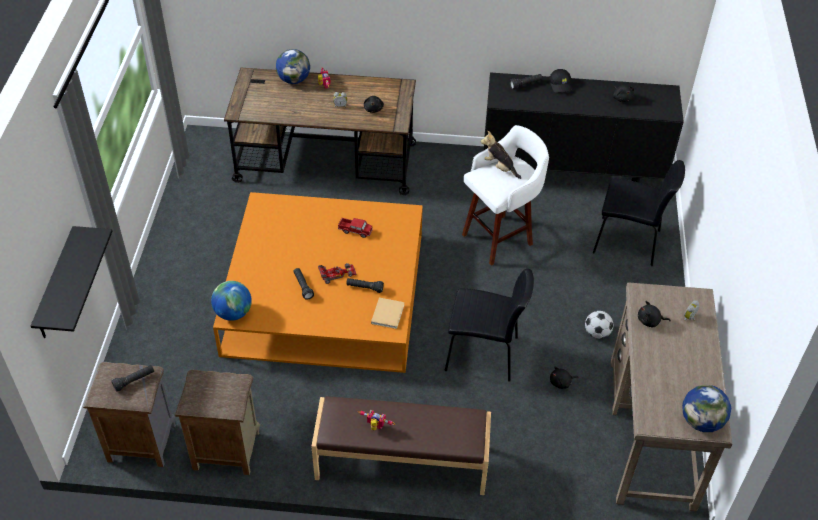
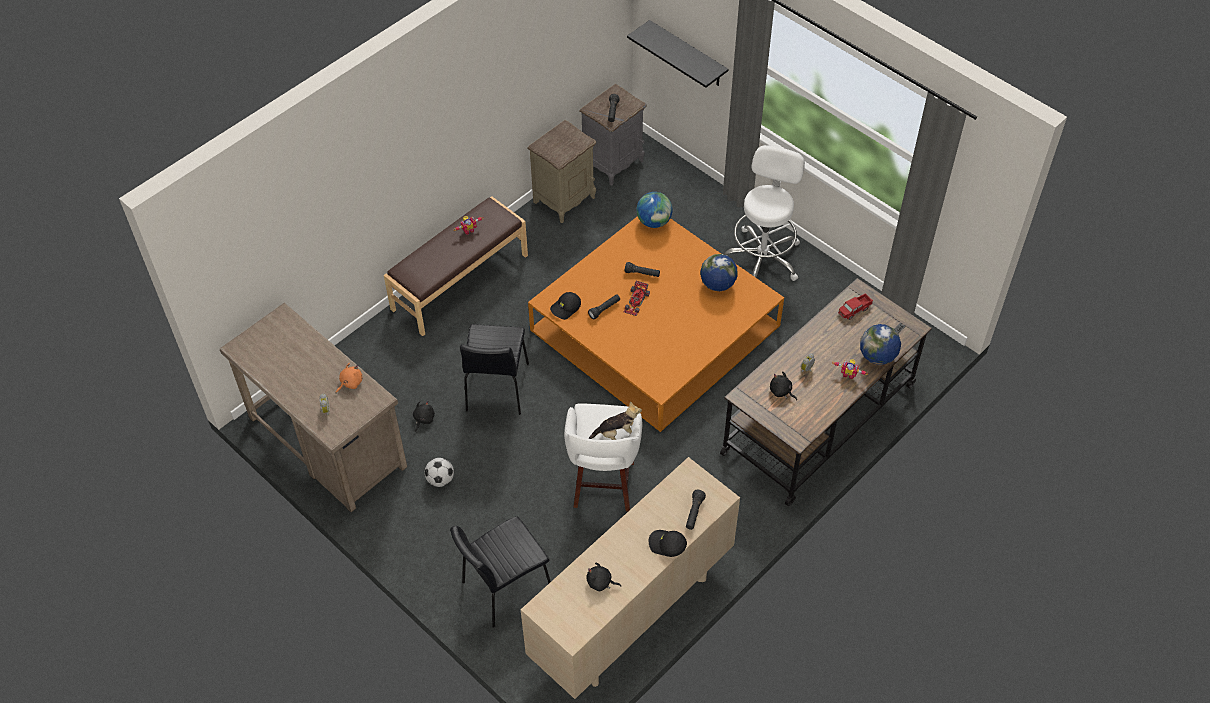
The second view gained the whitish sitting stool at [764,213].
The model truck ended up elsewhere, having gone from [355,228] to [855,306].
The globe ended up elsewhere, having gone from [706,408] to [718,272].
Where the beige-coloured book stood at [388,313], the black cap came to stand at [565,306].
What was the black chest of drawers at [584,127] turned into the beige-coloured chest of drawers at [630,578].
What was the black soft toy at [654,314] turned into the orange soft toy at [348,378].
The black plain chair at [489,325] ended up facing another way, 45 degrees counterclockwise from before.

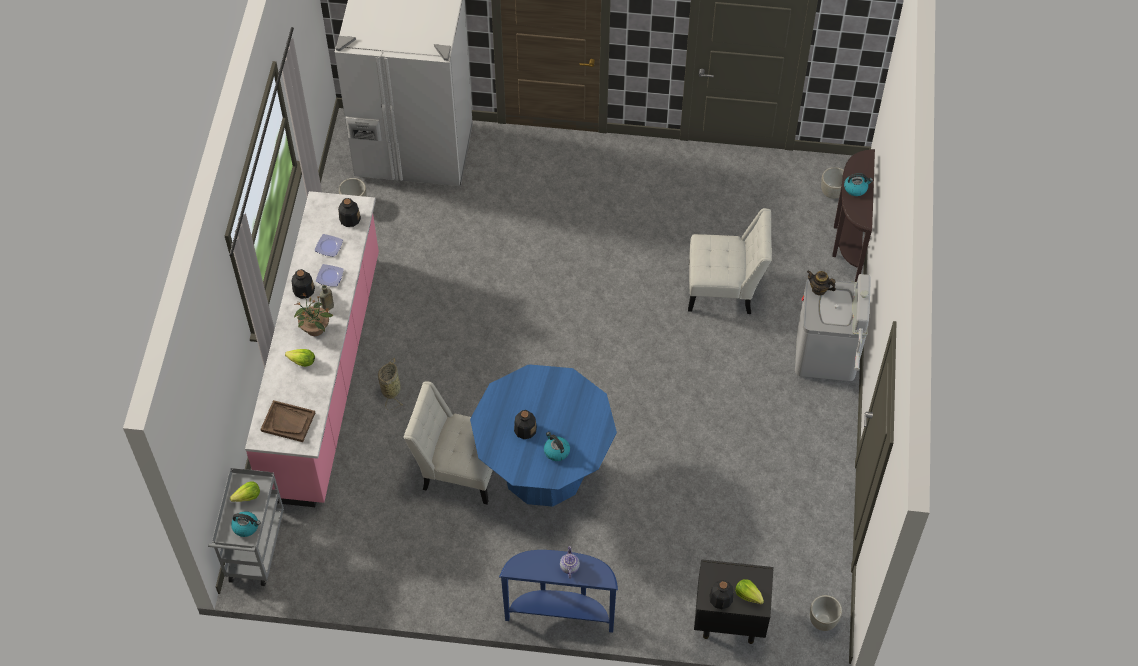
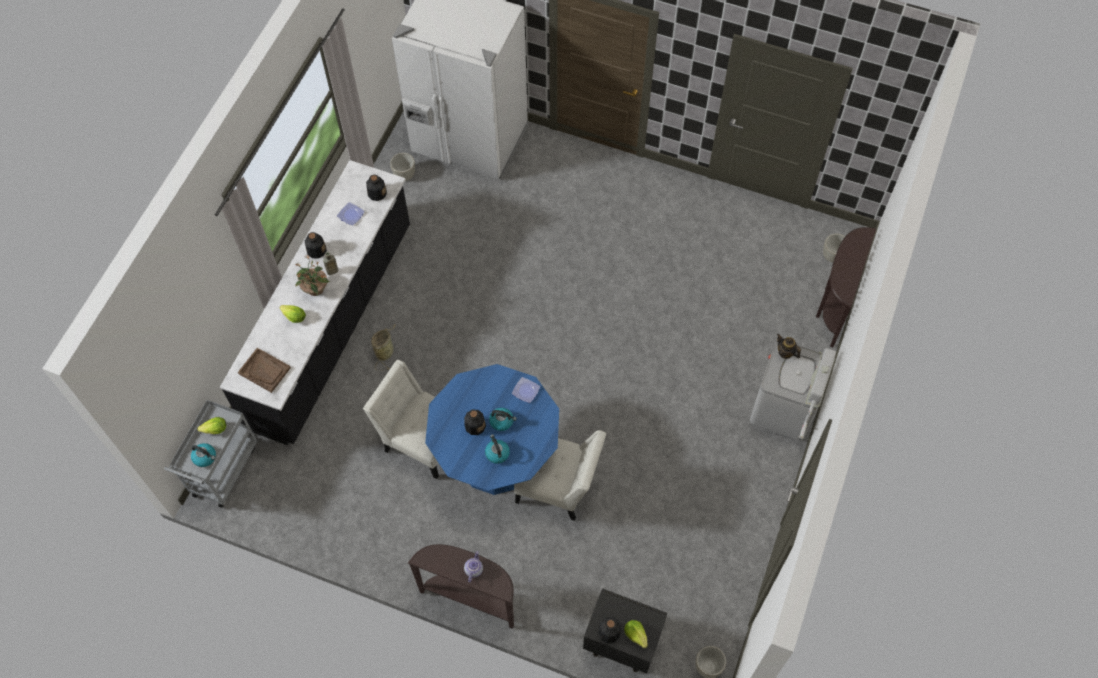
The plate ended up elsewhere, having gone from [330,275] to [526,390].
The whitish plain chair ended up elsewhere, having gone from [730,261] to [560,475].
The water kettle ended up elsewhere, having gone from [858,184] to [503,419].
What was the pink-coloured kitchen counter at [312,349] turned into the black kitchen counter at [315,302].
What was the blue console table at [558,591] turned into the brownish console table at [461,586].

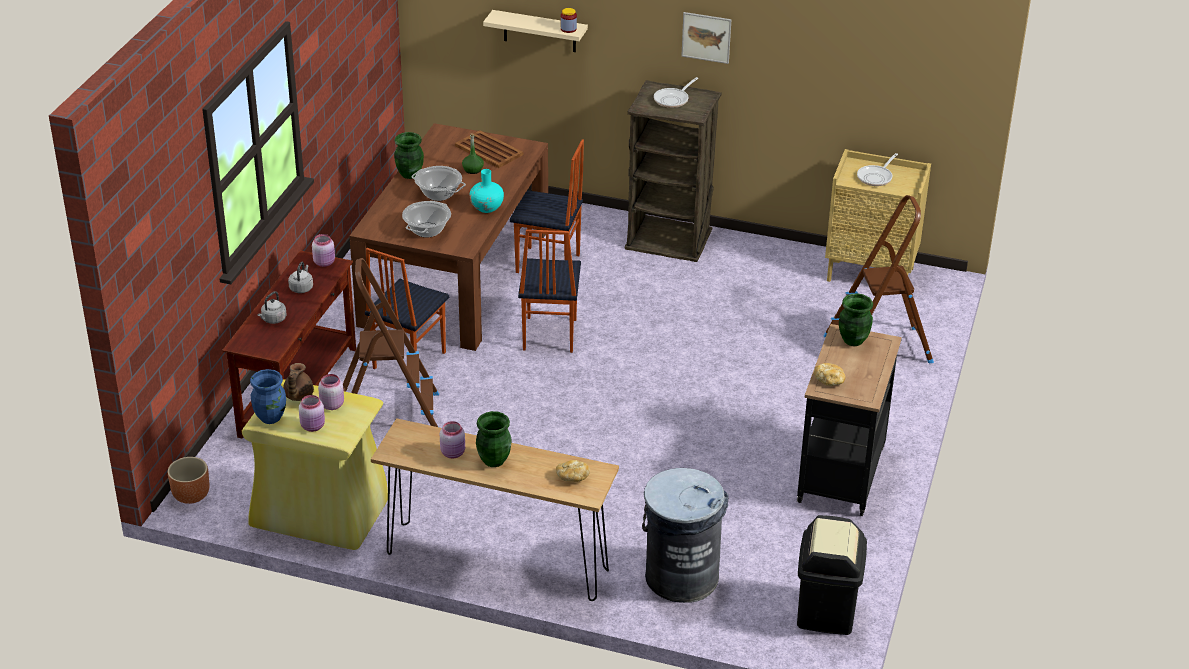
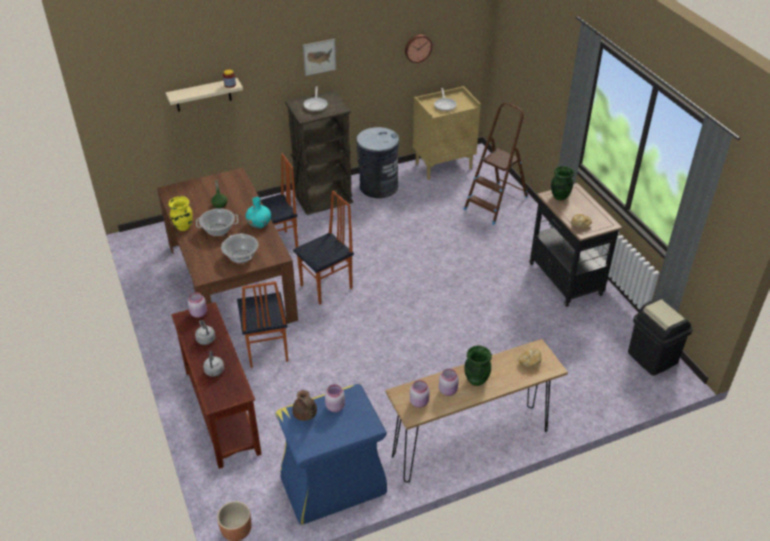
The second view lost the blue decorative vase at [268,396].
The second view lost the brownish stepladder at [391,342].
The second view lost the brownish carrying tray at [489,149].
The second view gained the wall clock at [418,49].
The pink-coloured storage jar ended up elsewhere, having gone from [312,413] to [420,394].
The grey waste bin ended up elsewhere, having gone from [685,535] to [377,162].
What was the yellow bedside table at [315,464] turned into the blue bedside table at [331,454].
What was the greenish decorative vase at [409,155] turned into the yellow decorative vase at [181,213].
The plain chair at [549,291] ended up facing another way, 90 degrees counterclockwise from before.

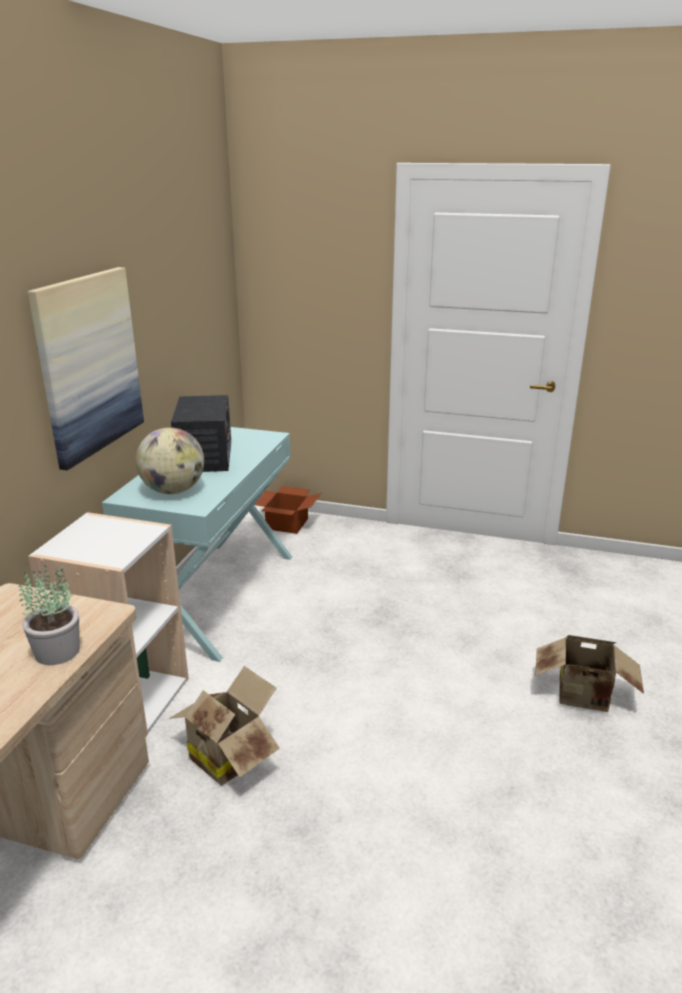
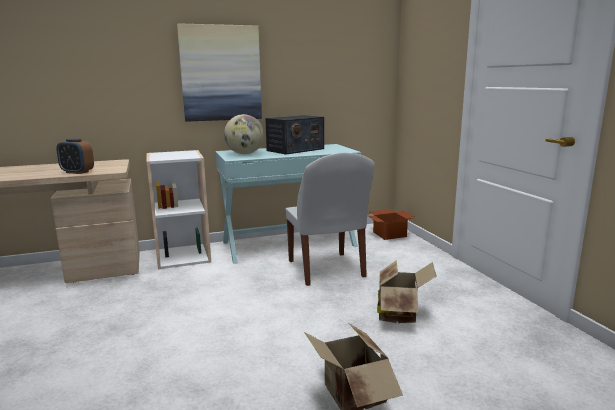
The second view gained the whitish plain chair at [330,219].
The carton ended up elsewhere, having gone from [224,725] to [407,291].
Where the potted plant stood at [49,615], the bedside clock came to stand at [75,156].

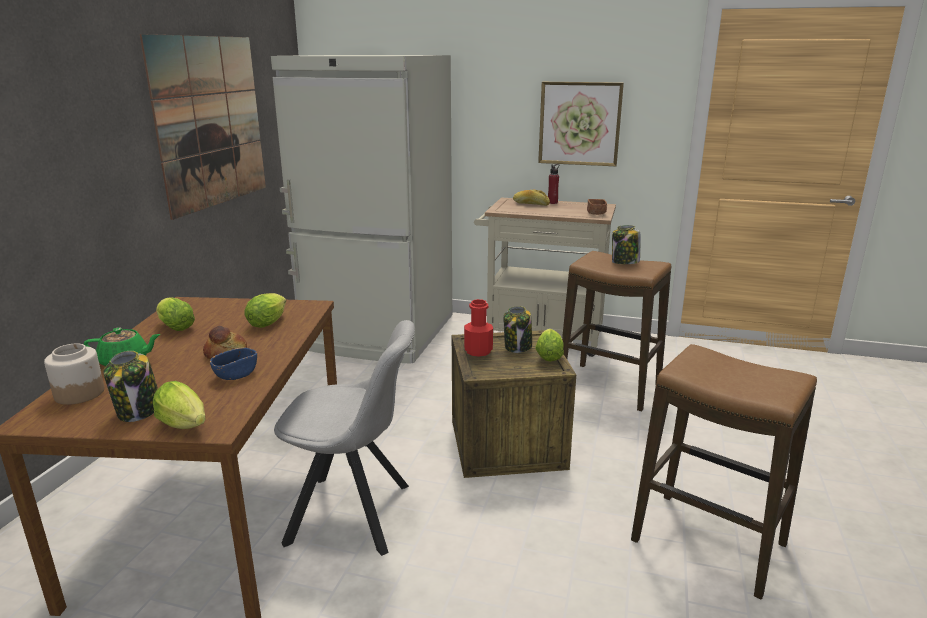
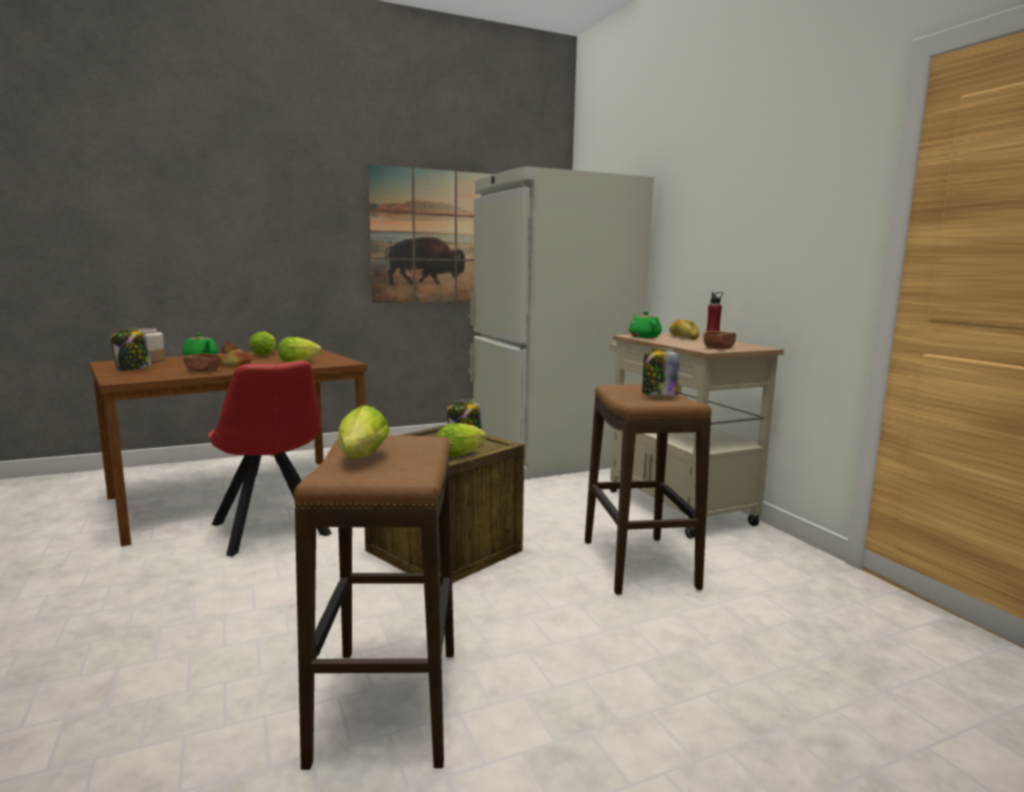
The second view lost the red-coloured bottle at [478,328].
The second view lost the picture at [581,124].
The second view gained the greenish pot for tea at [645,324].
The lettuce head ended up elsewhere, having gone from [179,405] to [364,431].
What was the blue bowl at [233,363] turned into the brownish bowl at [202,363].
What was the grey plain chair at [344,438] turned into the red-coloured plain chair at [270,458].

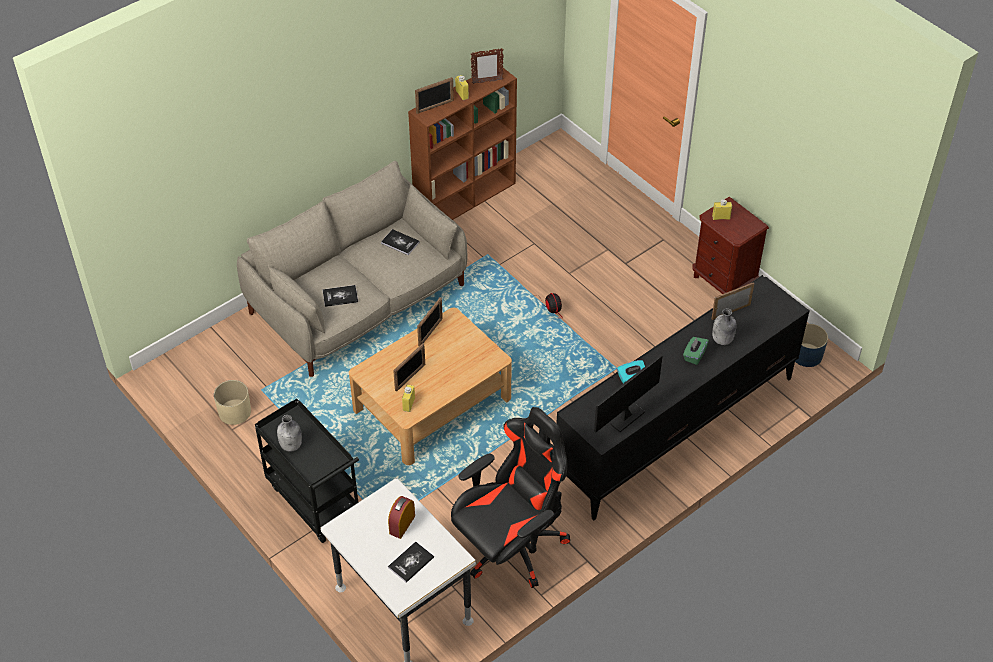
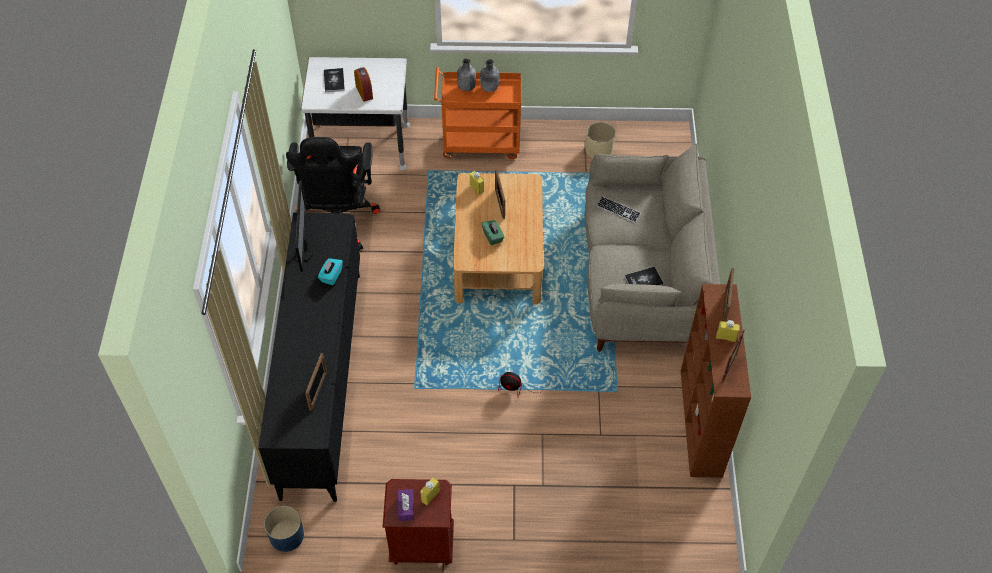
The second view lost the picture frame at [430,321].
The second view gained the purple tissue holder at [406,505].
The greenish tissue holder ended up elsewhere, having gone from [696,351] to [493,232].
The grey bottle ended up elsewhere, having gone from [724,326] to [466,74].
Where the book stood at [340,296], the keyboard came to stand at [618,209].
What was the black wheeled cart at [307,471] turned into the orange wheeled cart at [477,113].

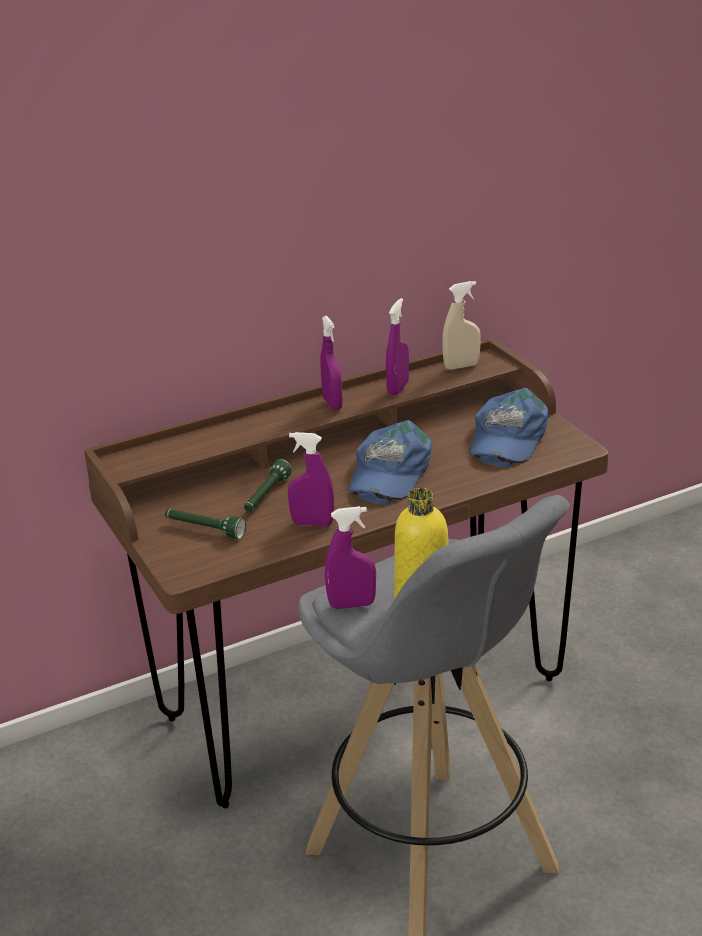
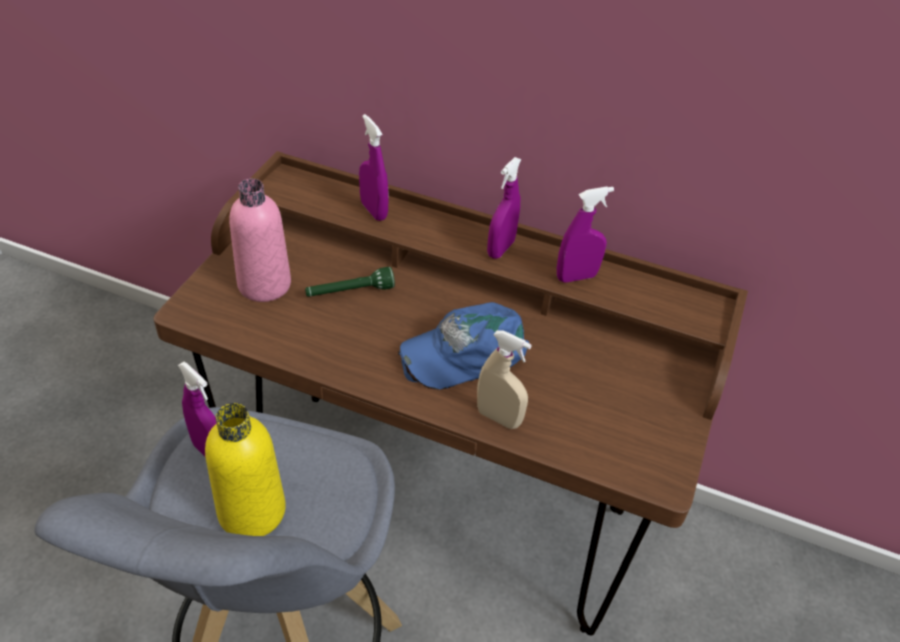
The second view lost the blue cap at [508,427].
The purple spray bottle ended up elsewhere, having gone from [311,479] to [374,167].
The beige-coloured spray bottle ended up elsewhere, having gone from [461,325] to [504,379].
Where the greenish hand torch stood at [205,524], the pink-coloured bottle came to stand at [260,240].

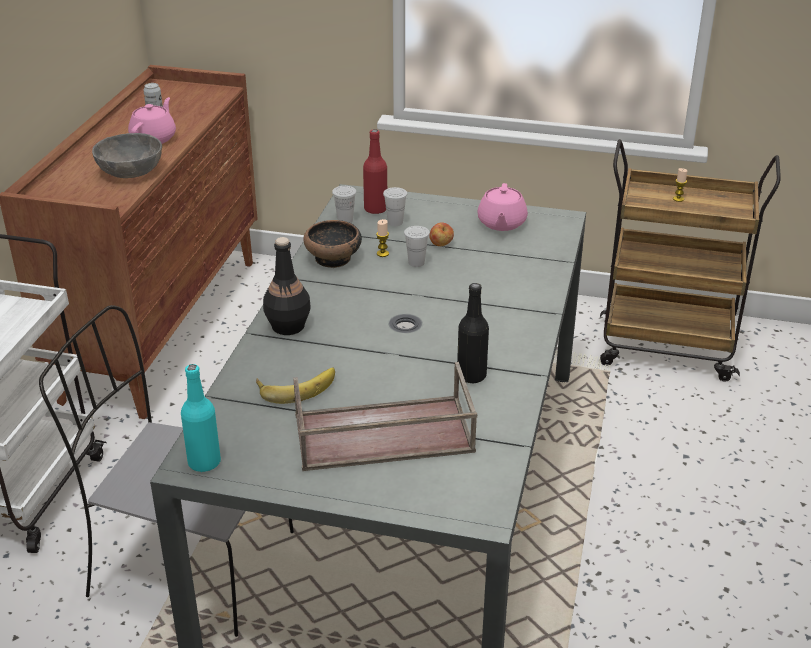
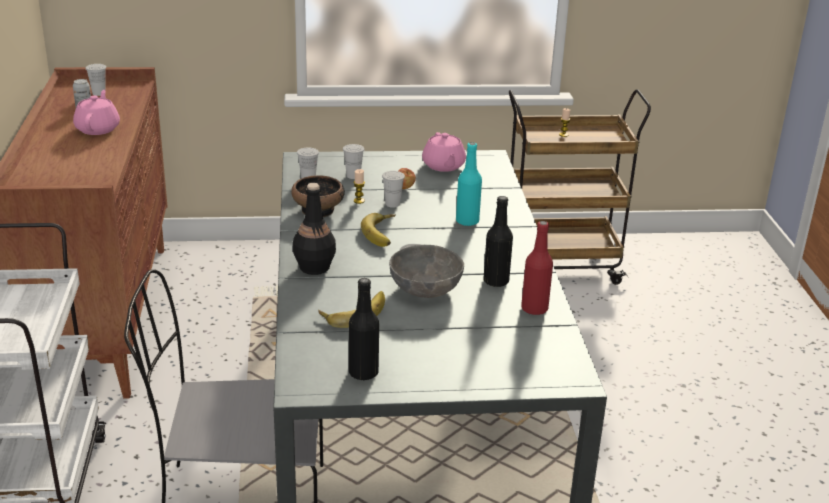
The second view lost the brownish carrying tray at [385,416].
The second view gained the whitish cup at [96,80].
The second view gained the black bottle at [364,329].
The second view gained the banana at [378,230].
The grey bowl ended up elsewhere, having gone from [127,155] to [426,271].
The turquoise bottle ended up elsewhere, having gone from [201,418] to [469,184].
The red-coloured bottle ended up elsewhere, having gone from [375,171] to [537,268].

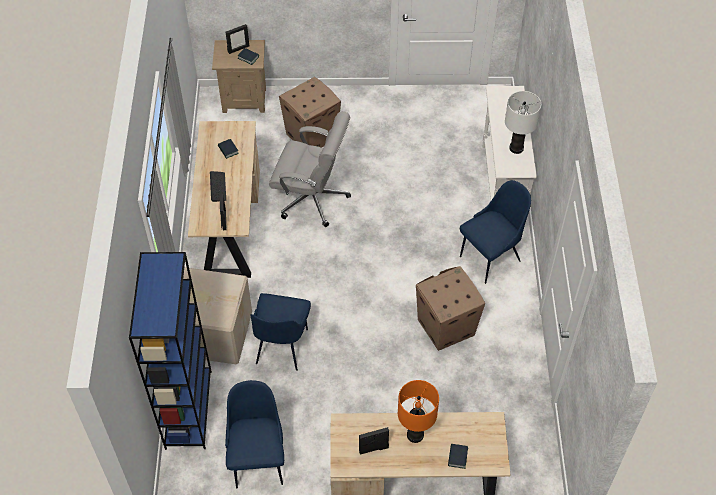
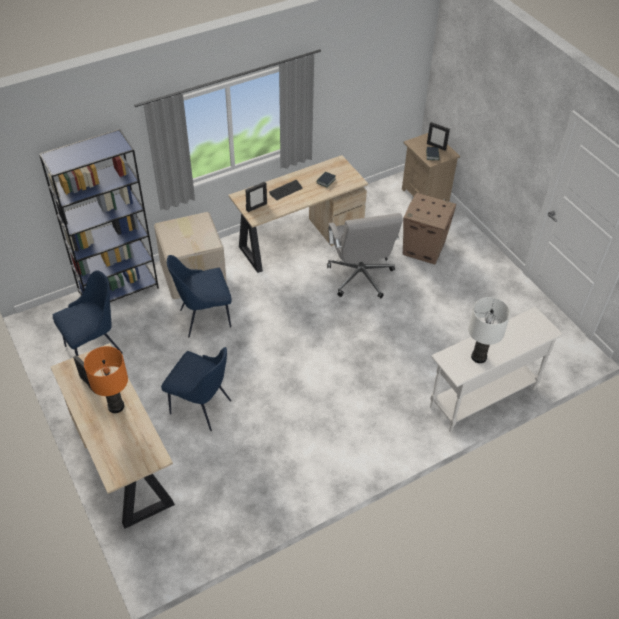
The second view lost the carton at [450,308].
The second view lost the book at [458,456].
The blue plain chair ended up elsewhere, having gone from [495,232] to [196,389].

